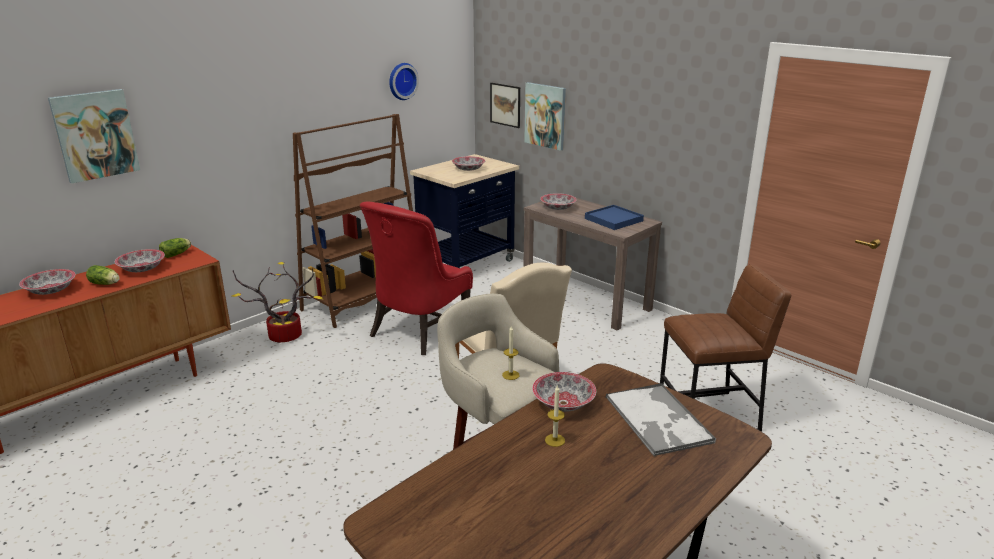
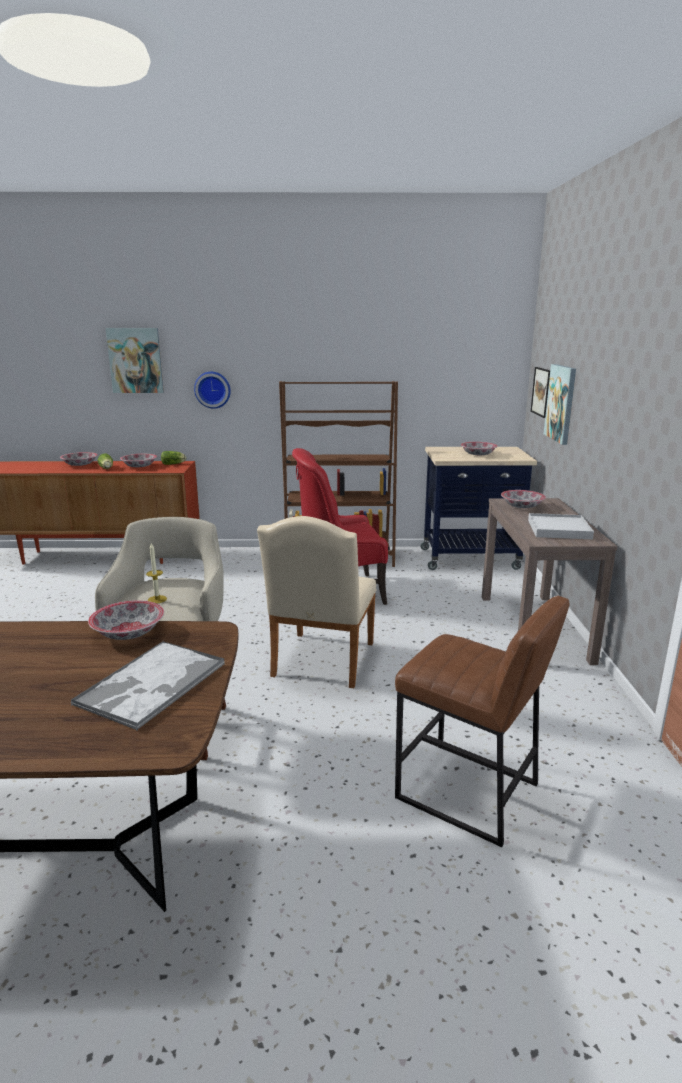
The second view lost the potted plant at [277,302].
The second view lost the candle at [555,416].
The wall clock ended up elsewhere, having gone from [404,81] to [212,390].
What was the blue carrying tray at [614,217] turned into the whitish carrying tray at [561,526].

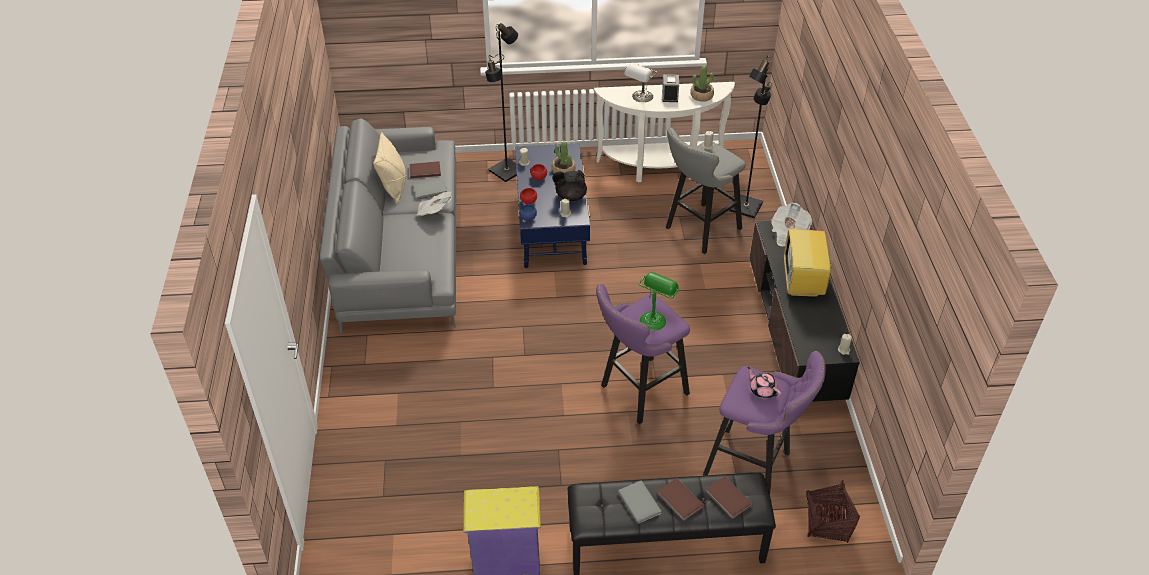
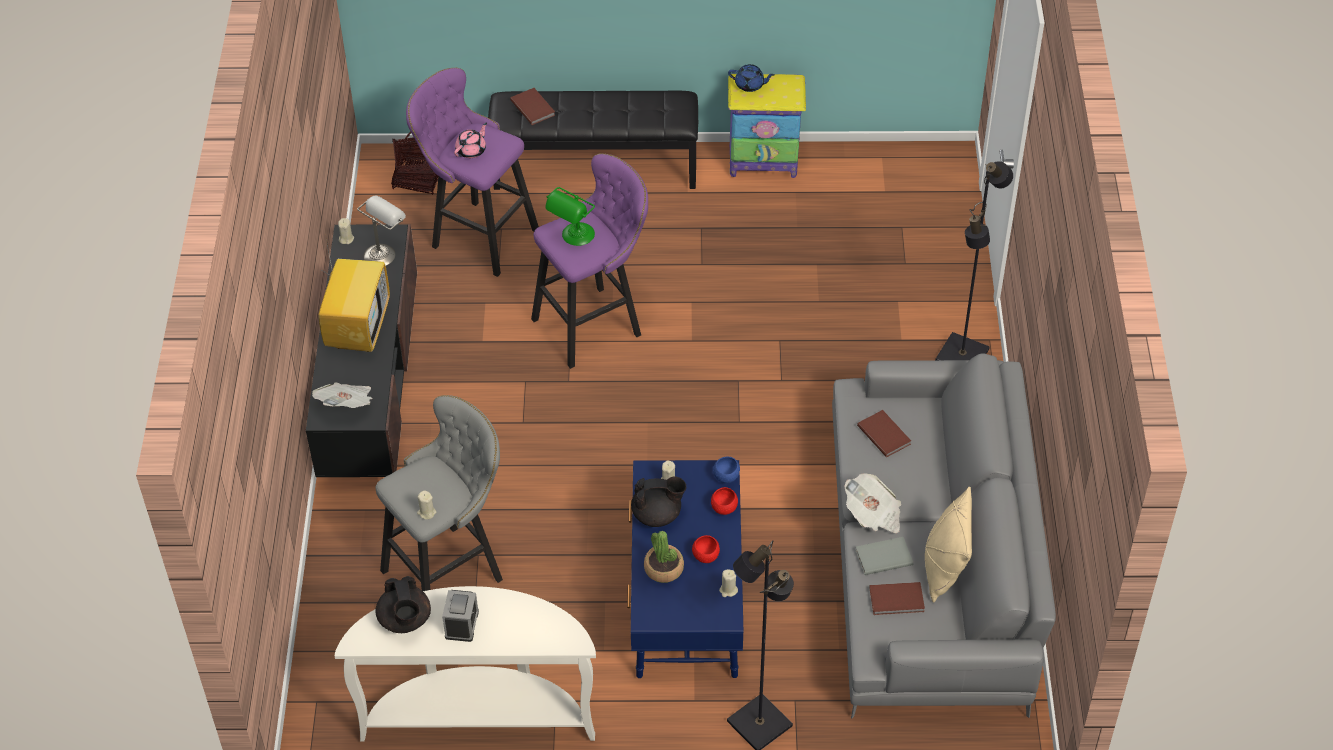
The second view lost the grey book at [639,502].
The second view gained the blue pot for tea at [751,78].
The whitish table lamp ended up elsewhere, having gone from [641,83] to [381,231].
The brownish book ended up elsewhere, having gone from [680,499] to [884,433].
The black standing lamp ended up elsewhere, having gone from [750,137] to [974,260].
Where the potted plant stood at [702,84], the black pot for tea came to stand at [403,604].
The pink-coloured pot for tea at [764,383] ended up facing another way, 105 degrees counterclockwise from before.

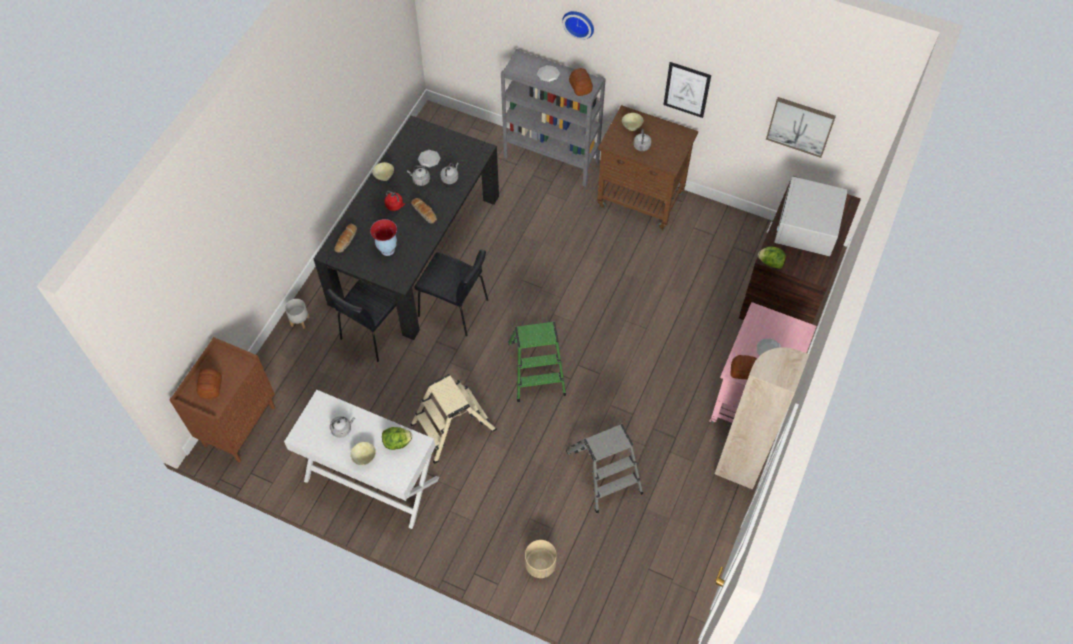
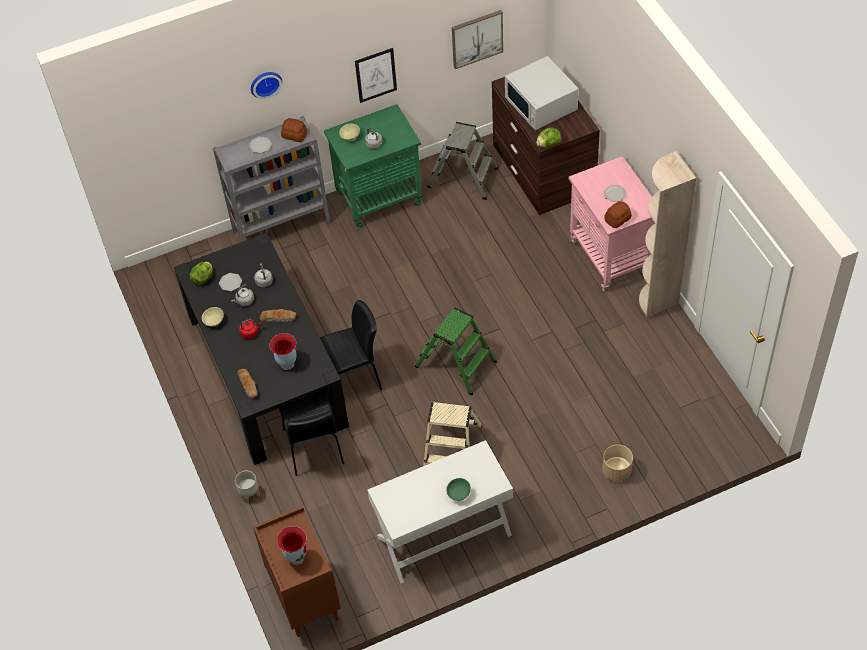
The second view lost the grey water kettle at [342,427].
The lettuce head ended up elsewhere, having gone from [397,438] to [201,273].
The grey stepladder ended up elsewhere, having gone from [604,468] to [463,161].
Where the baked bread stood at [209,383], the decorative vase came to stand at [292,545].
What was the beige-coloured bowl at [363,453] turned into the greenish bowl at [458,489].
What was the brownish wheeled cart at [647,167] turned into the greenish wheeled cart at [373,166].

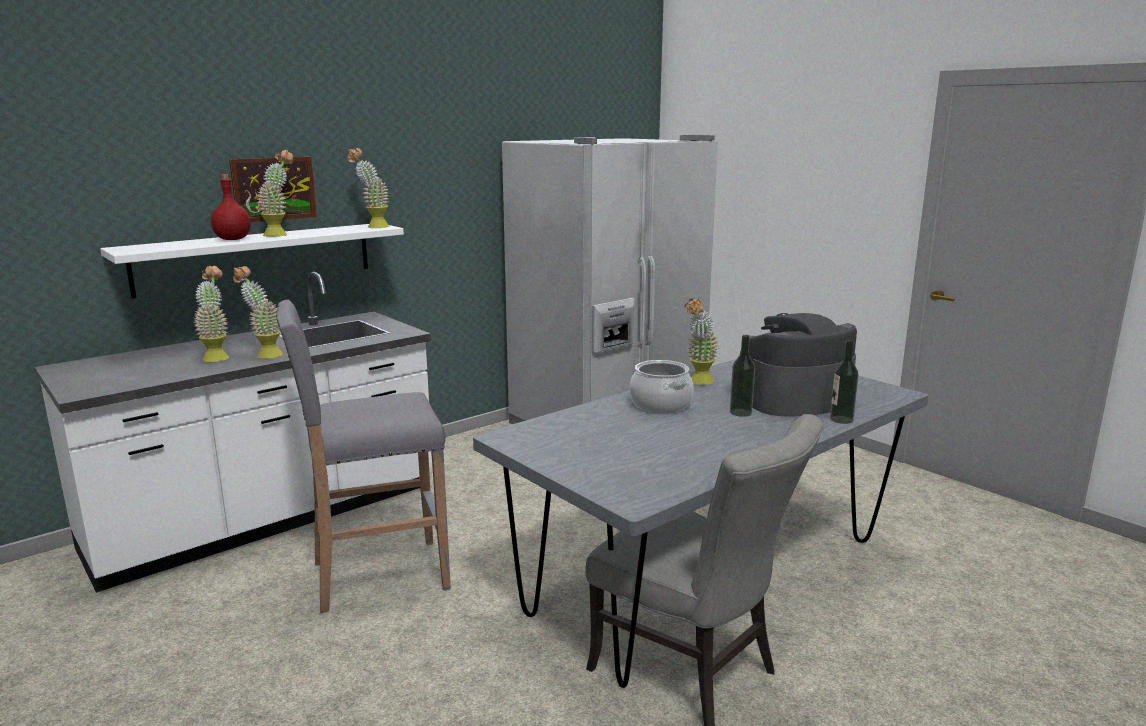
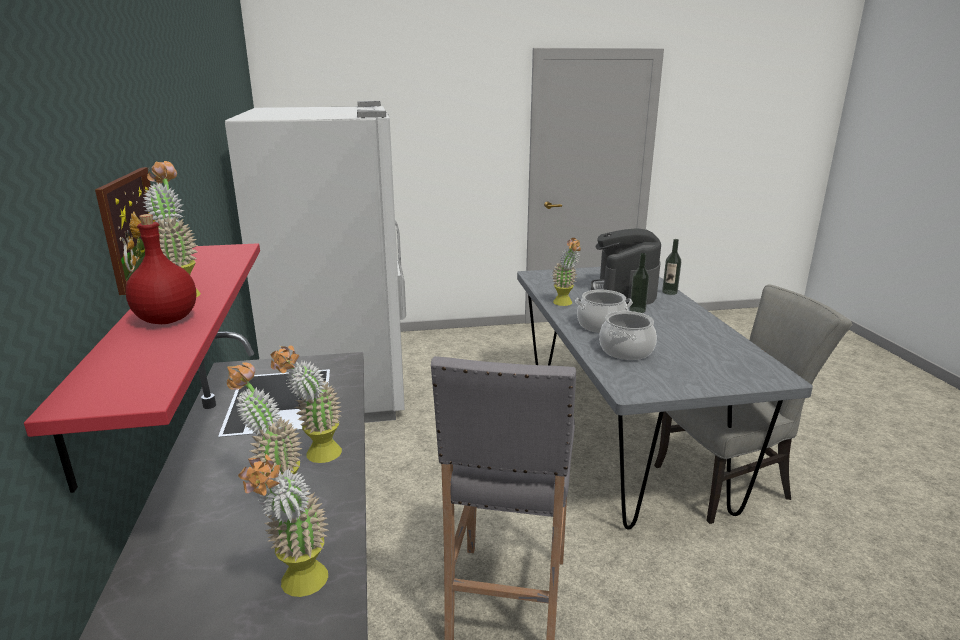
The second view gained the stockpot at [628,335].
The potted plant ended up elsewhere, having gone from [368,188] to [283,525].
What was the whitish shelf at [252,261] turned into the red-coloured shelf at [142,368].

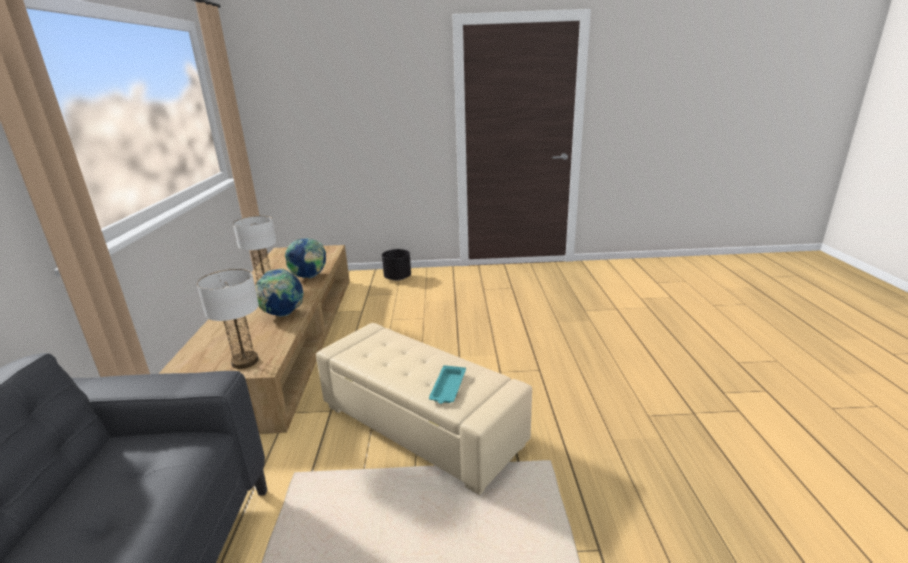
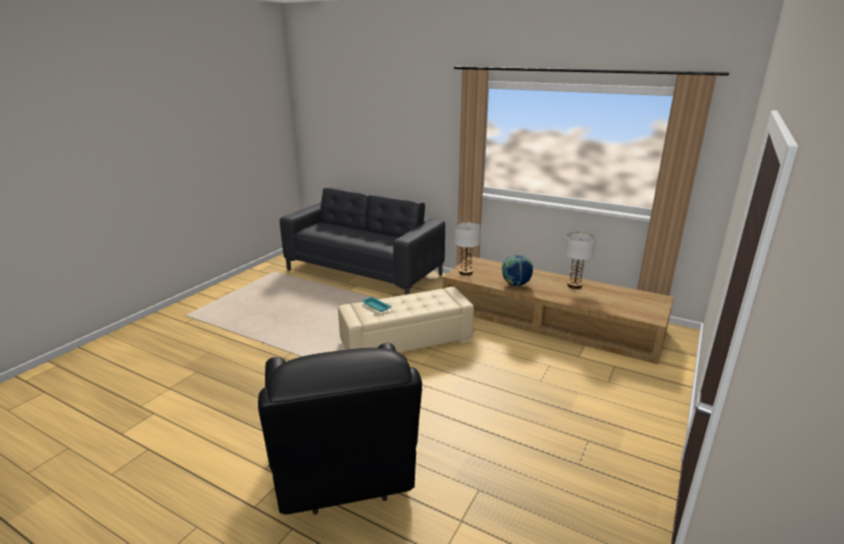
The second view lost the globe at [305,258].
The second view lost the black planter at [396,265].
The second view gained the black easy chair at [340,429].

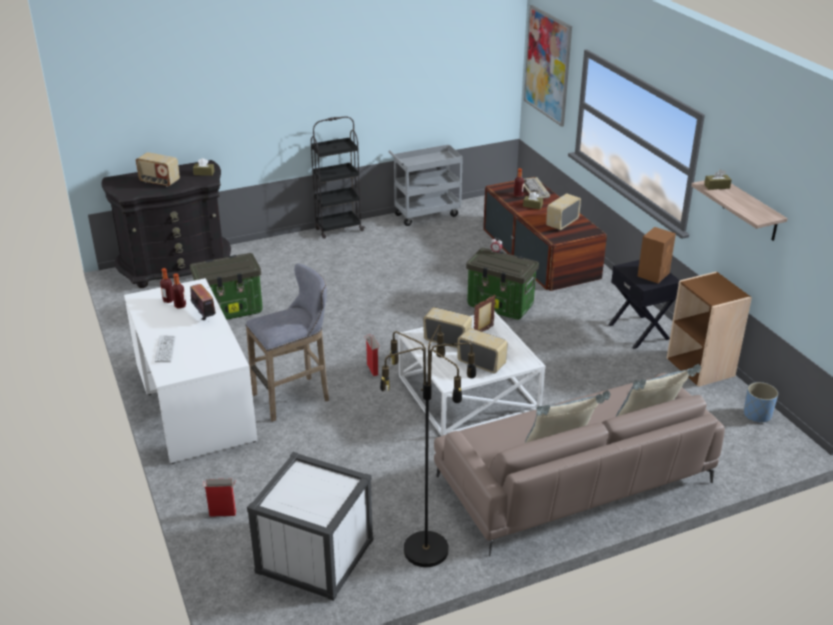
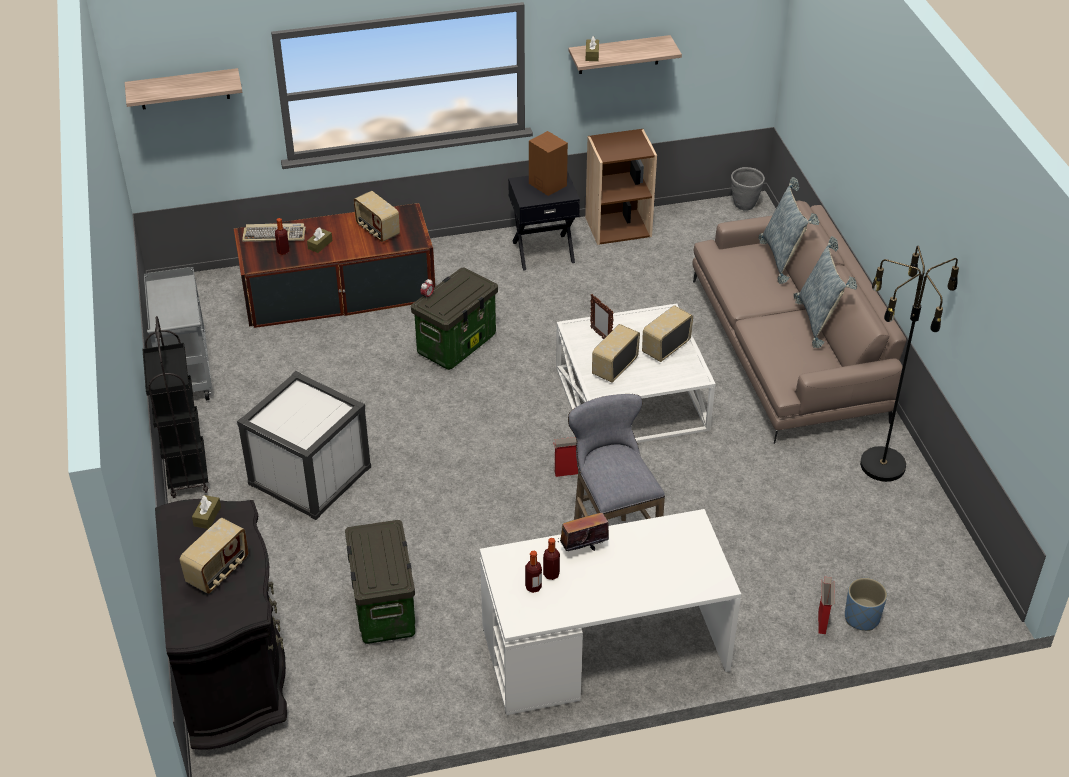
The second view lost the keyboard at [165,348].
The second view gained the grey planter at [748,189].
The whitish storage bin ended up elsewhere, having gone from [310,526] to [304,445].
The blue planter ended up elsewhere, having gone from [761,402] to [866,604].
Where the picture hung at [548,66], the shelf came to hang at [183,88].

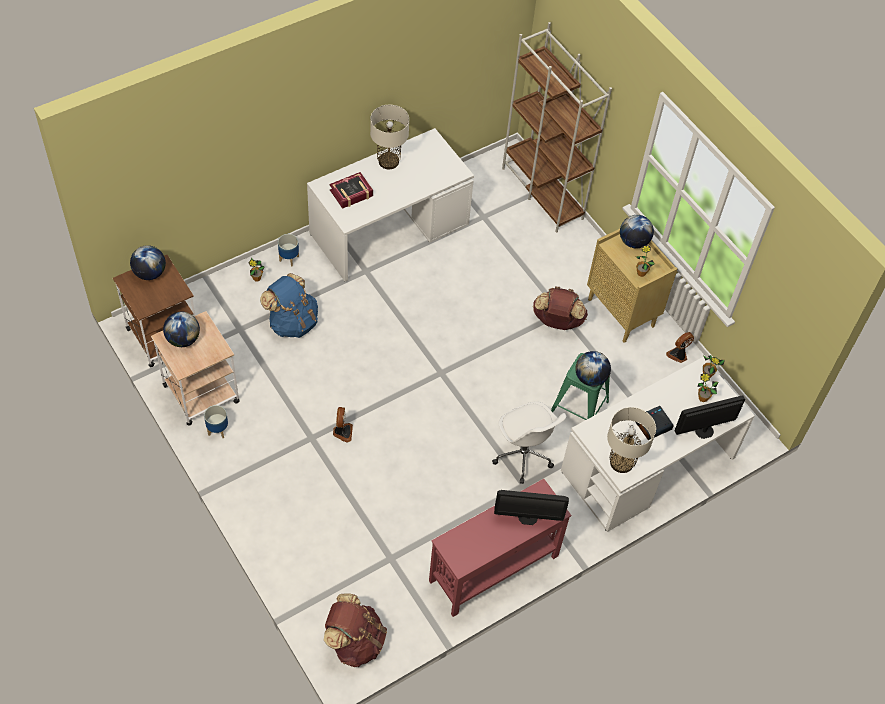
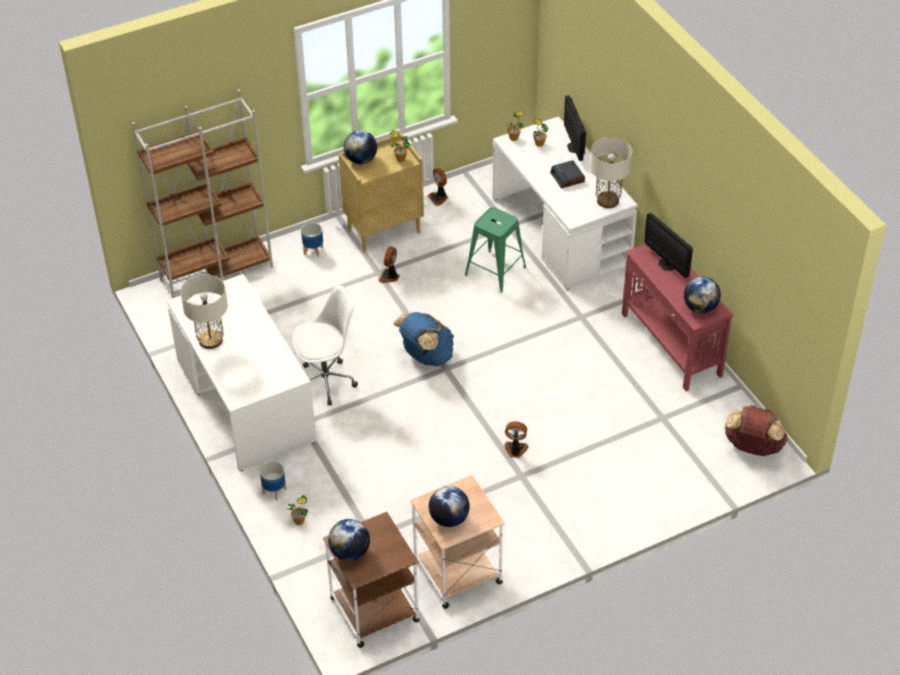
The second view lost the book at [351,190].
The planter ended up elsewhere, having gone from [216,421] to [312,240].
The blue rucksack ended up elsewhere, having gone from [289,305] to [423,339].
The whitish office chair ended up elsewhere, having gone from [529,443] to [325,345].
The globe ended up elsewhere, having gone from [593,368] to [702,295].
Where the brownish rucksack stood at [560,308], the electric fan came to stand at [389,264].
The computer display at [531,507] ended up facing another way, 135 degrees clockwise from before.

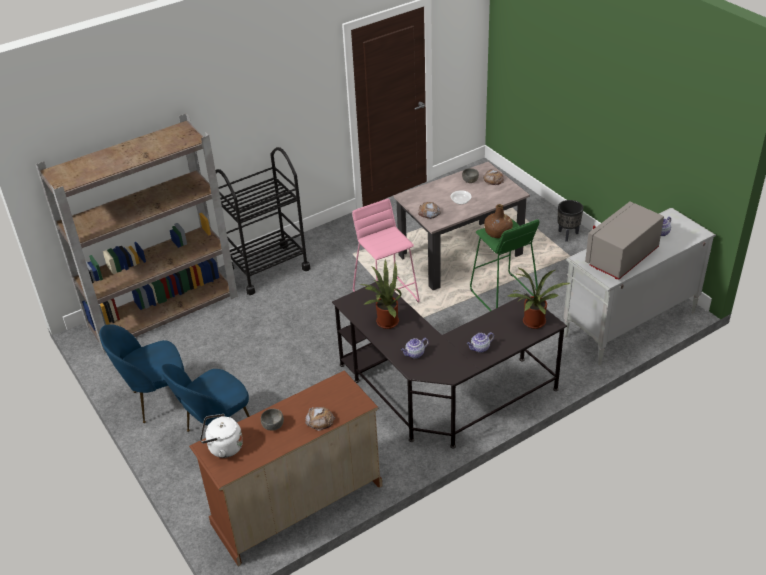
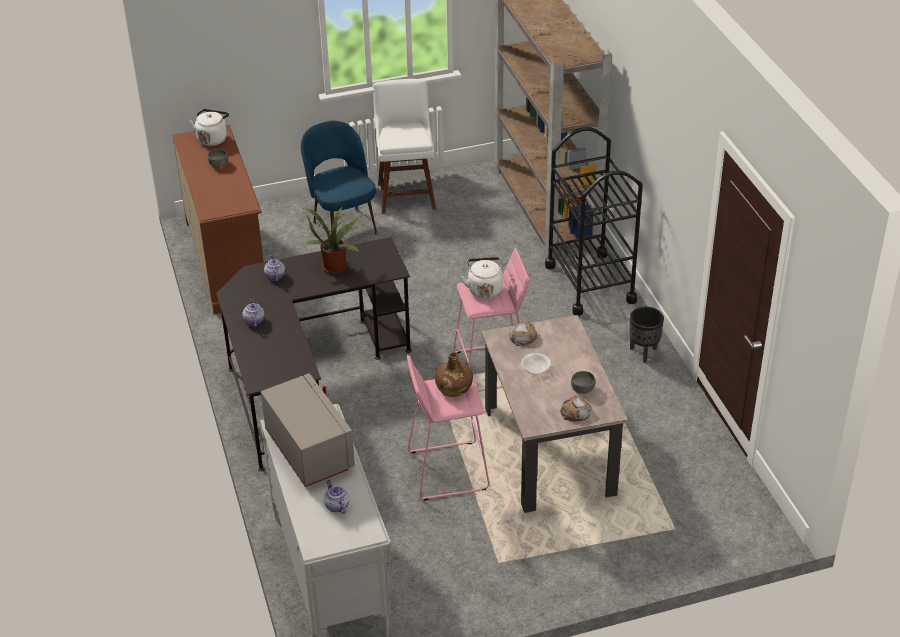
The second view lost the baked bread at [320,419].
The second view lost the potted plant at [539,298].
The second view gained the whitish water kettle at [481,278].
The black planter ended up elsewhere, having gone from [570,221] to [647,335].
Where the blue plain chair stood at [141,373], the whitish sitting stool came to stand at [404,146].
What was the greenish sitting stool at [505,265] turned into the pink-coloured sitting stool at [448,428].

